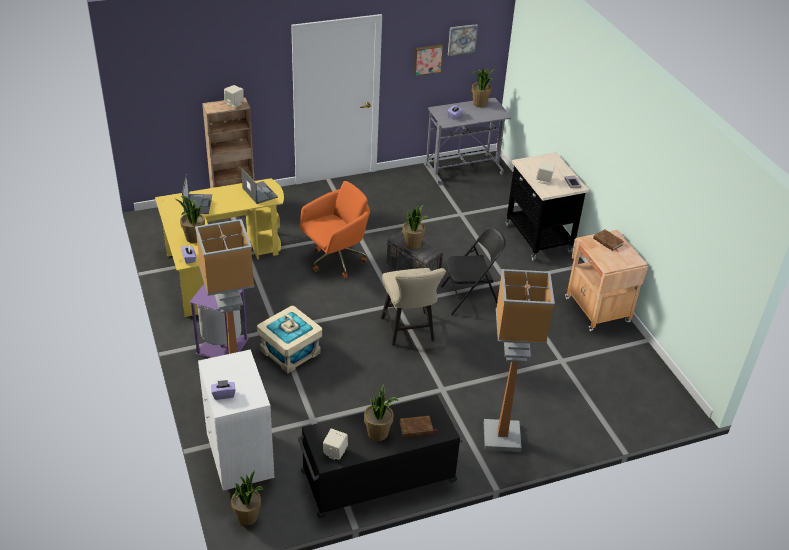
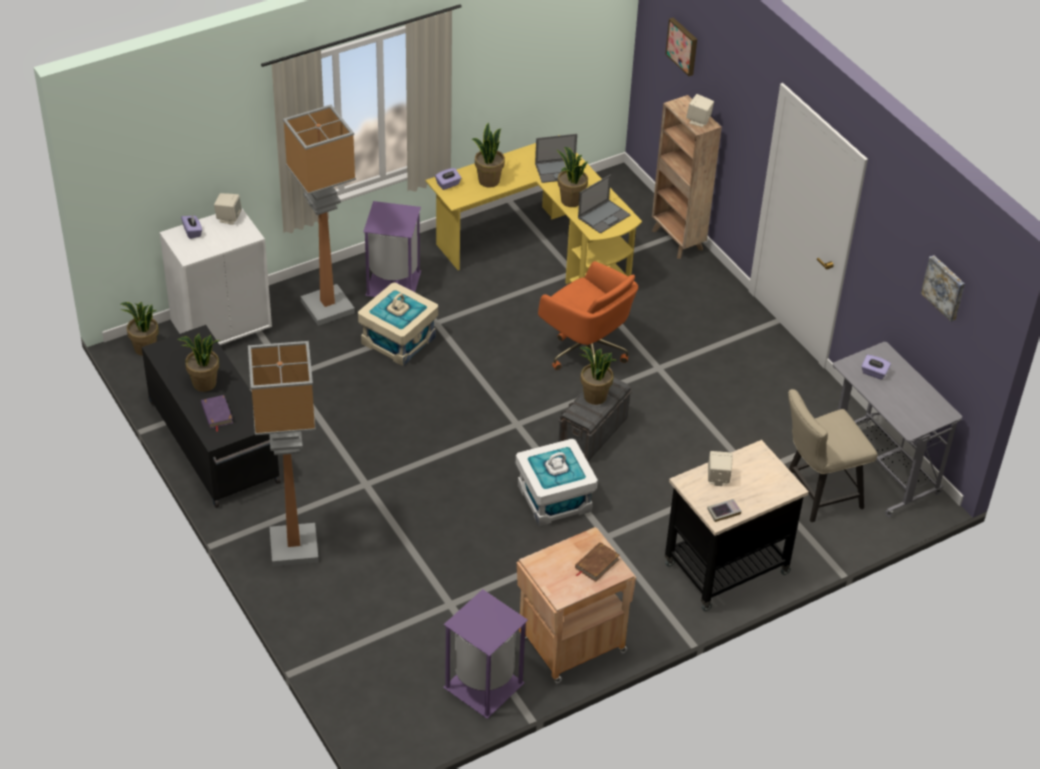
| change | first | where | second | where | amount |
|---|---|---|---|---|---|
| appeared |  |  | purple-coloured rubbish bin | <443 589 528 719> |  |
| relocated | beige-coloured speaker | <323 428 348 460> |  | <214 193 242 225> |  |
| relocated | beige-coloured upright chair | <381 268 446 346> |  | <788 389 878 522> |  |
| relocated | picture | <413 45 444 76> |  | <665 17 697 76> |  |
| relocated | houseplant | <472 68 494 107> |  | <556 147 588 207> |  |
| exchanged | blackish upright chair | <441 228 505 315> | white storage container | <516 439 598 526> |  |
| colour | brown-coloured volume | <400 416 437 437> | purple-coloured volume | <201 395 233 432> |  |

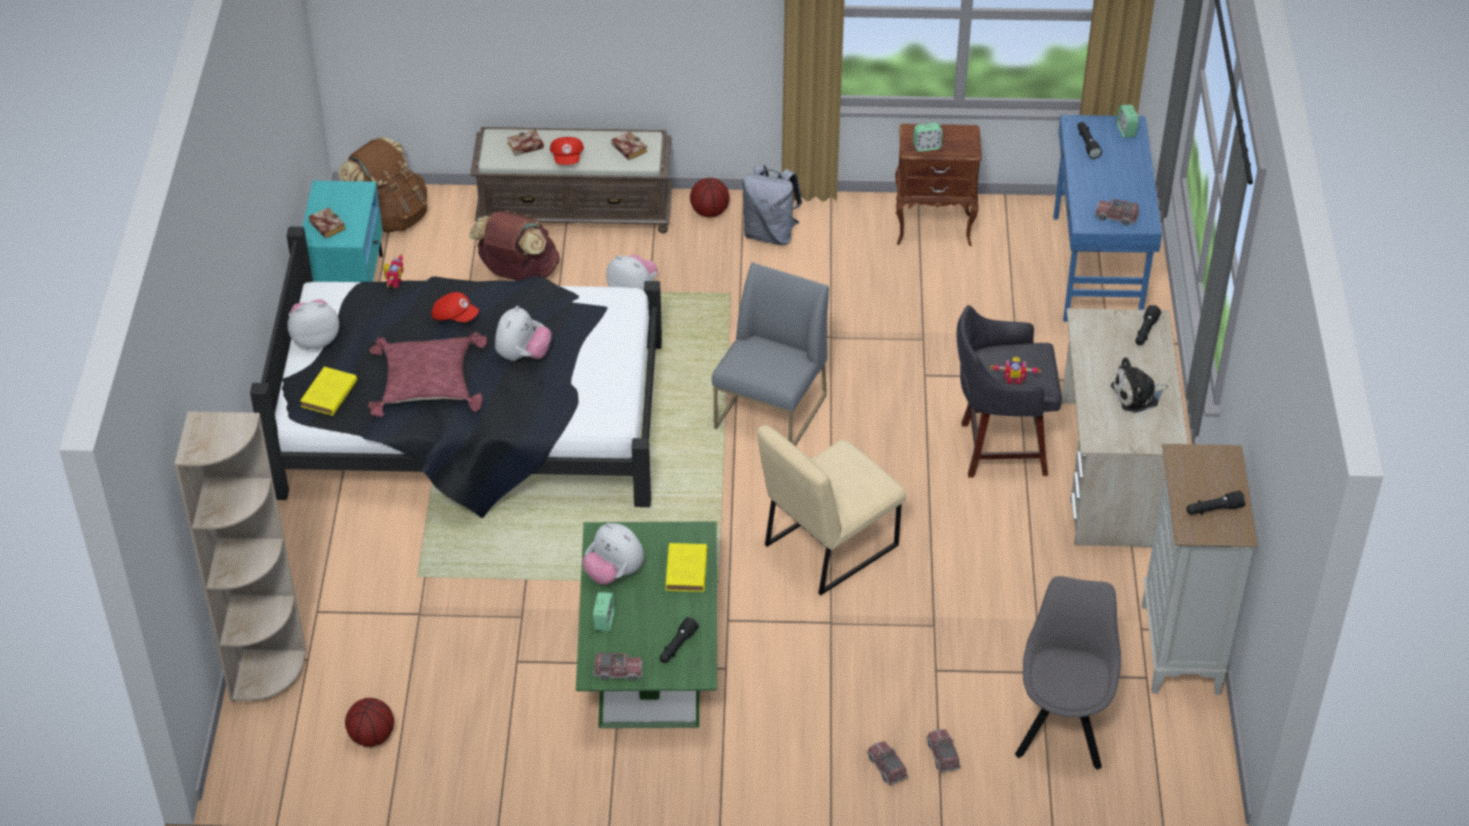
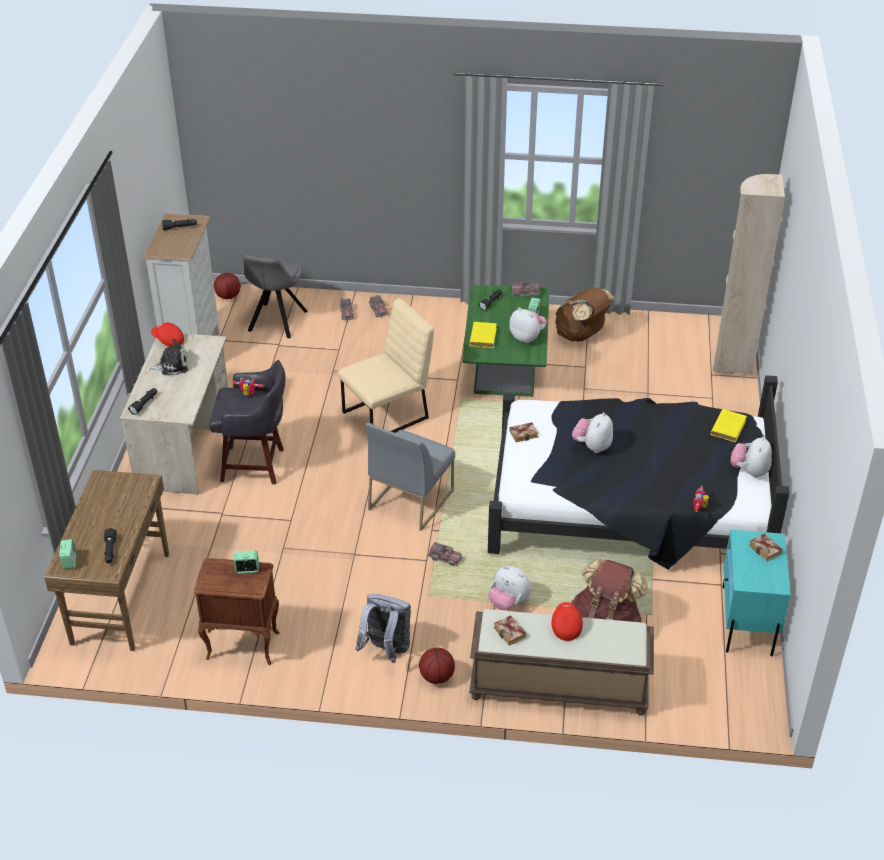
| change | first | where | second | where | amount |
|---|---|---|---|---|---|
| missing | reddish throw pillow | <368 331 487 417> |  |  |  |
| relocated | brown-coloured rucksack | <338 137 427 233> |  | <555 287 616 342> |  |
| relocated | basketball | <345 698 394 747> |  | <214 273 240 299> |  |
| relocated | reddish cap | <431 292 479 322> |  | <151 322 184 347> |  |
| relocated | volume | <507 130 544 156> |  | <509 422 539 442> |  |
| relocated | toy lorry | <1095 198 1140 226> |  | <428 542 462 566> |  |
| colour | blue console table | <1054 115 1162 322> | brown-coloured console table | <44 470 169 651> |  |
| spun | cuddly toy | <287 299 339 349> |  | <731 436 772 478> | 120 degrees clockwise |

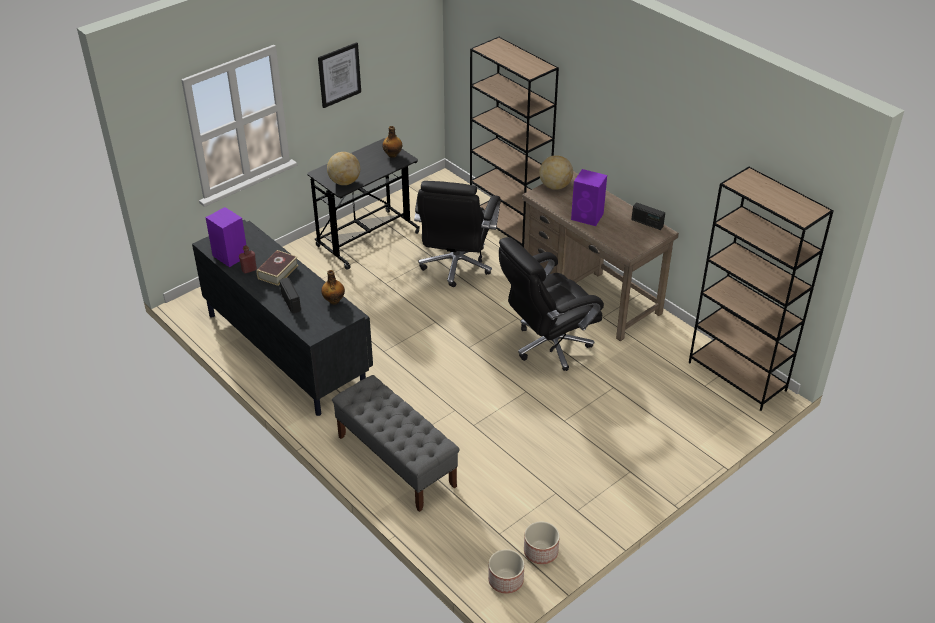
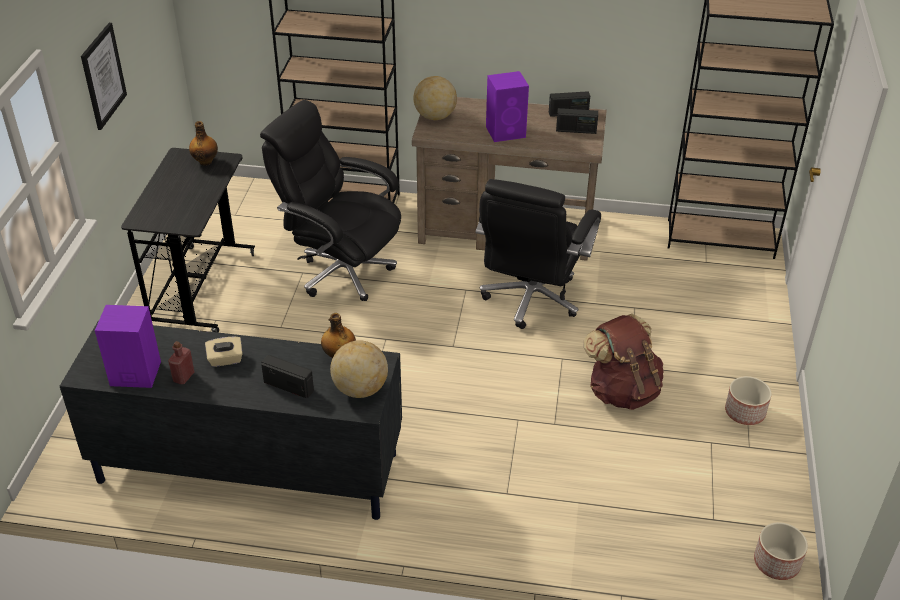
| change | first | where | second | where | amount |
|---|---|---|---|---|---|
| missing | gray bench | <332 375 460 512> |  |  |  |
| appeared |  |  | radio receiver | <556 108 598 134> |  |
| appeared |  |  | brown-coloured rucksack | <584 314 664 410> |  |
| relocated | desk globe | <327 152 360 185> |  | <330 340 388 398> |  |
| relocated | planter | <524 521 560 564> |  | <725 376 772 425> |  |
| exchanged | volume | <257 250 299 286> | beige-coloured box of tissues | <205 337 243 367> |  |
| spun | blackish desk chair | <414 181 501 287> |  | <260 100 401 301> | 150 degrees clockwise |

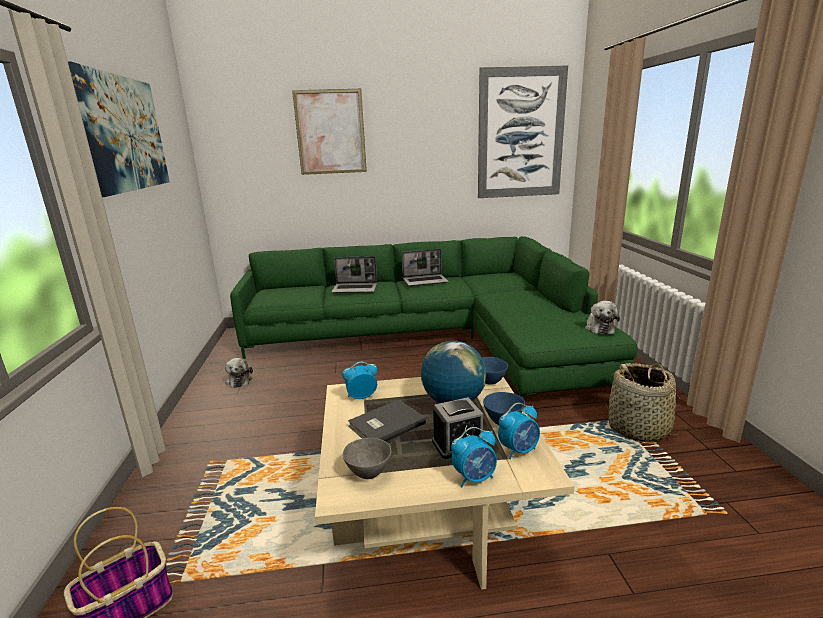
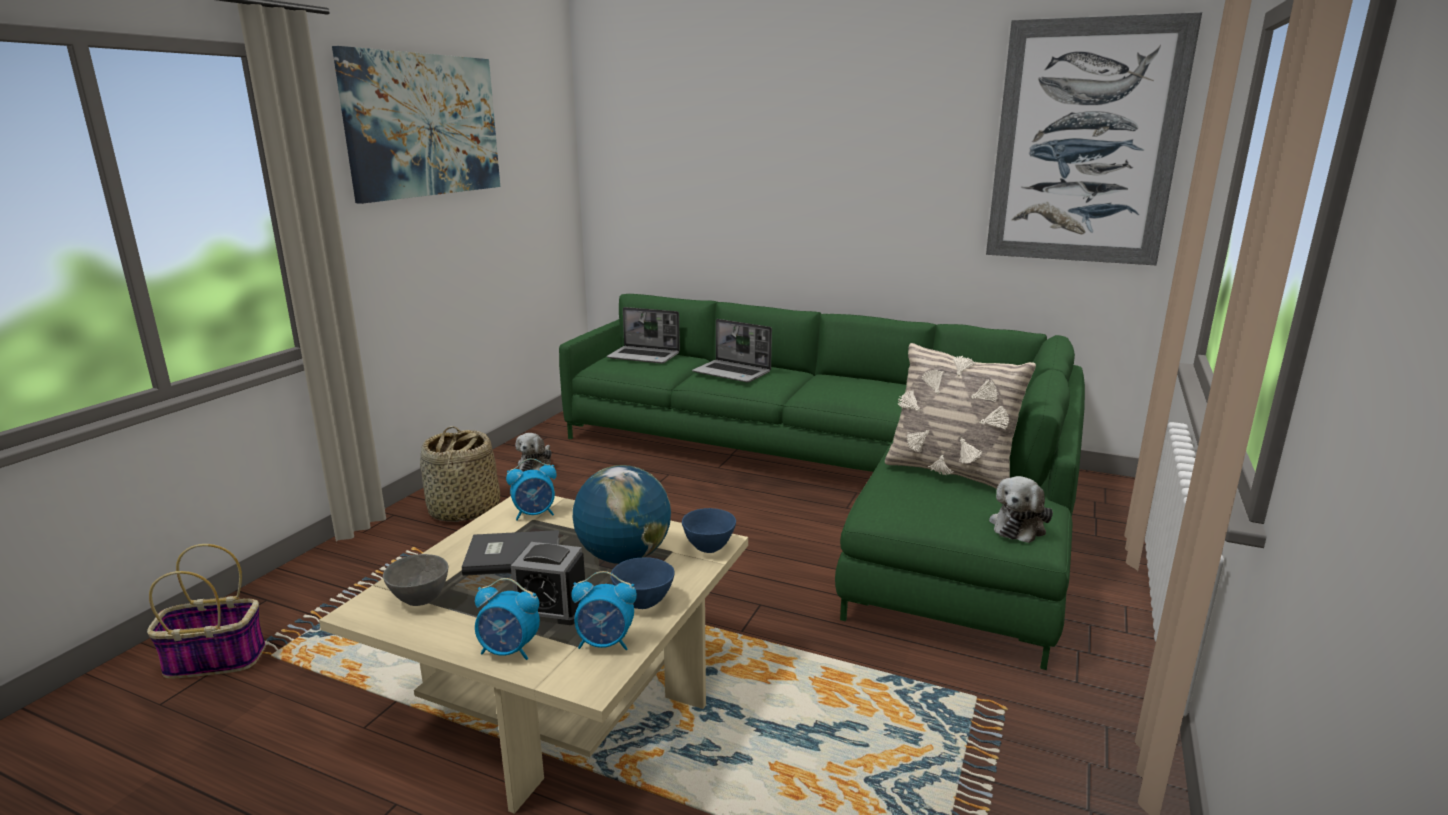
| change | first | where | second | where | amount |
|---|---|---|---|---|---|
| missing | picture | <292 89 367 175> |  |  |  |
| appeared |  |  | beige-coloured throw pillow | <885 343 1036 489> |  |
| relocated | laptop | <402 249 449 286> |  | <607 307 680 364> |  |
| relocated | household basket | <605 363 687 442> |  | <420 426 500 522> |  |
| spun | bedside clock | <342 362 377 399> |  | <506 458 557 521> | 150 degrees clockwise |

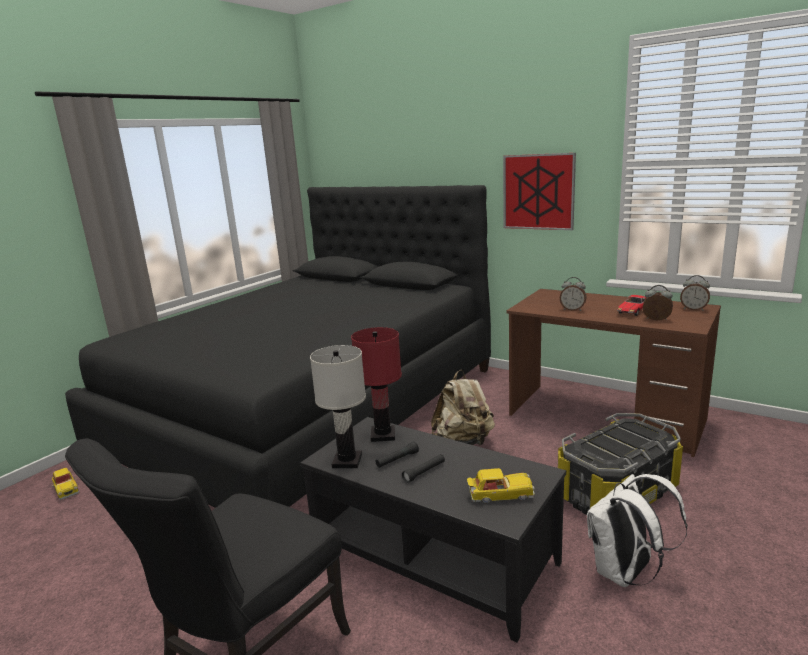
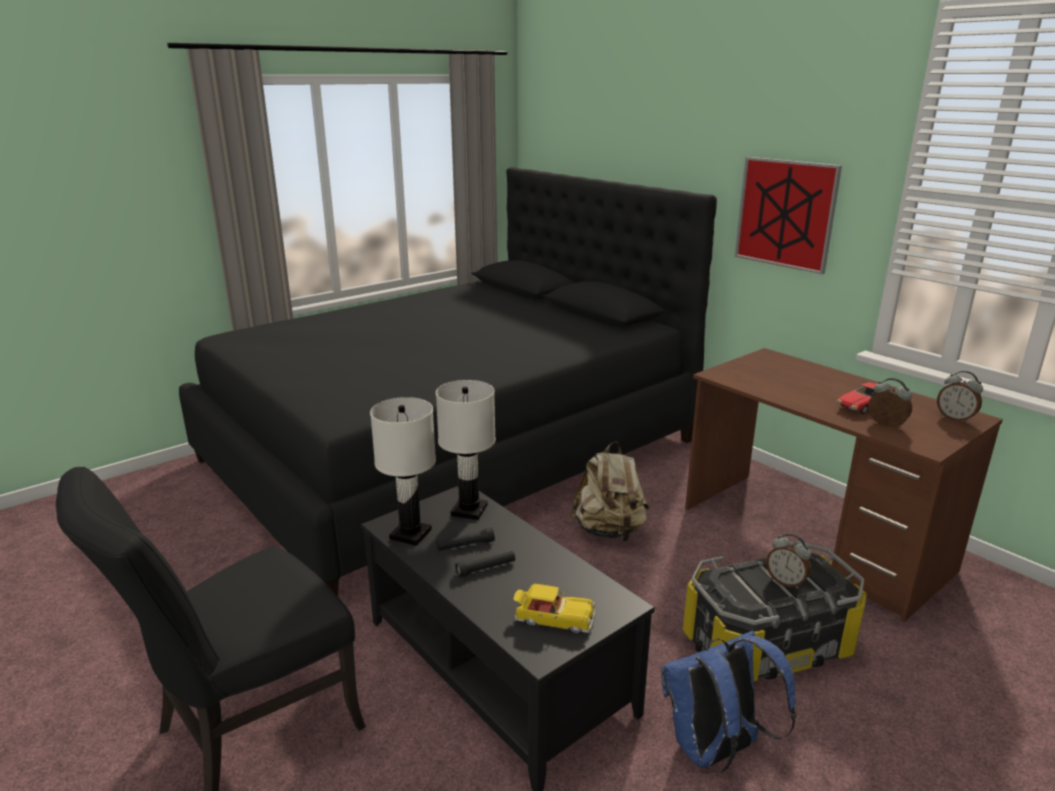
| change | first | where | second | where | amount |
|---|---|---|---|---|---|
| missing | miniature car | <52 468 79 500> |  |  |  |
| relocated | bedside clock | <560 277 587 311> |  | <766 533 811 589> |  |
| colour | reddish table lamp | <351 327 402 442> | white table lamp | <436 380 496 520> |  |
| colour | white rucksack | <587 474 687 587> | blue rucksack | <662 631 796 773> |  |

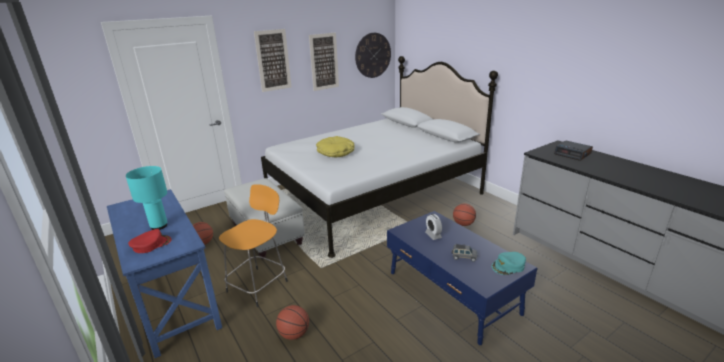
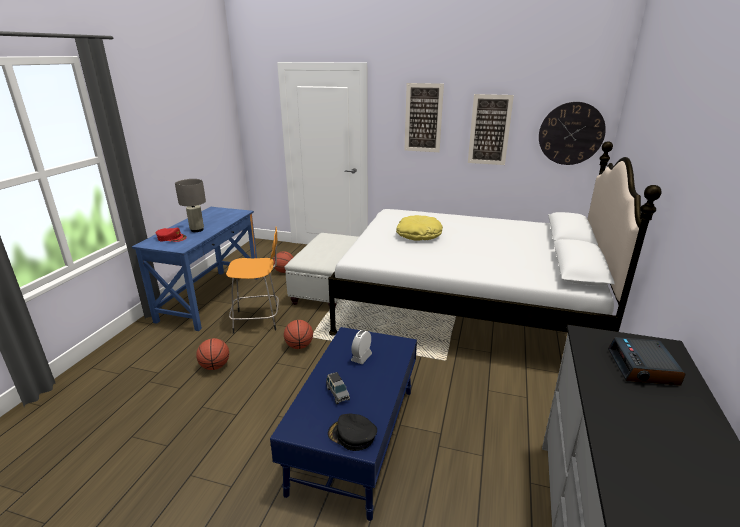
| change | first | where | second | where | amount |
|---|---|---|---|---|---|
| relocated | basketball | <453 204 476 226> |  | <284 320 313 349> |  |
| colour | turquoise-coloured table lamp | <126 166 167 230> | gray table lamp | <175 179 206 232> |  |
| colour | turquoise-coloured cap | <491 252 526 275> | blackish cap | <328 414 377 451> |  |

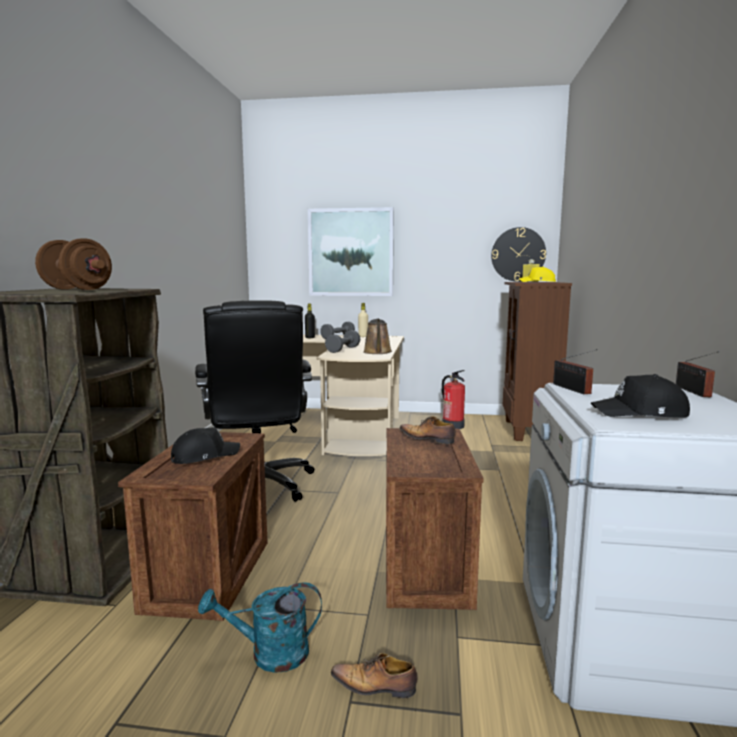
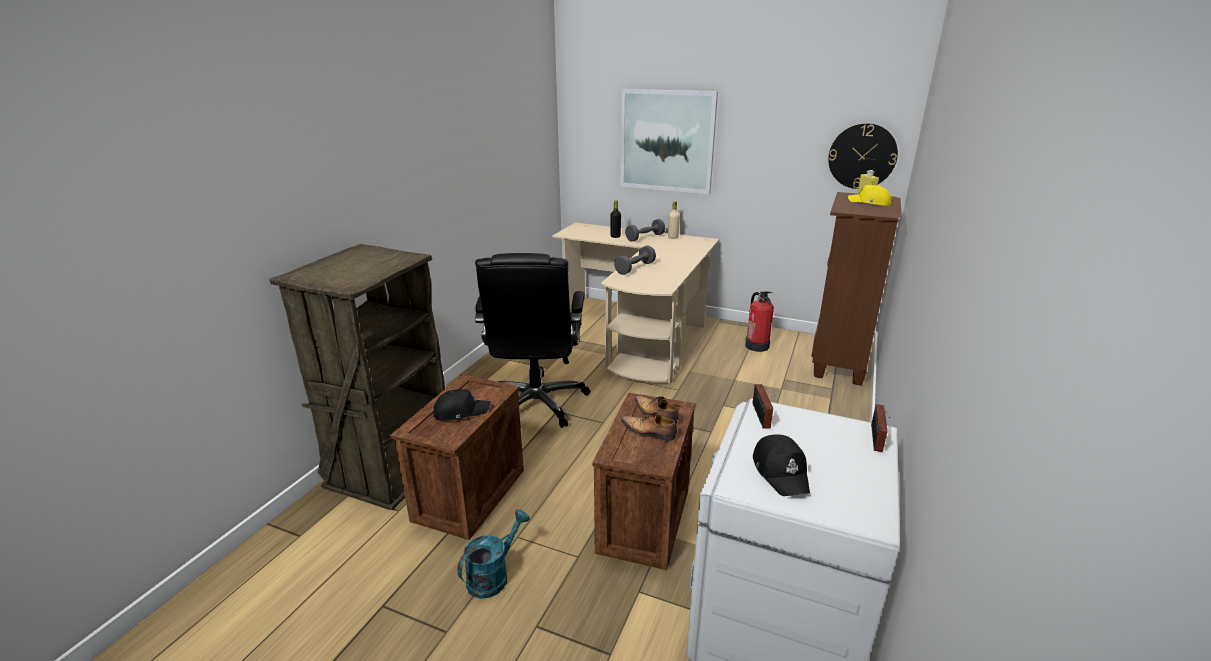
| change | first | where | second | where | amount |
|---|---|---|---|---|---|
| missing | brown-coloured free weight | <35 238 112 290> |  |  |  |
| missing | brown-coloured watering pot | <363 318 392 354> |  |  |  |
| relocated | item of footwear | <331 652 418 698> |  | <621 412 677 441> |  |
| spun | turquoise-coloured watering pot | <198 582 322 673> |  | <457 509 530 599> | 120 degrees clockwise |
| spun | blackish cap | <591 374 690 418> |  | <753 434 810 496> | 120 degrees counterclockwise |

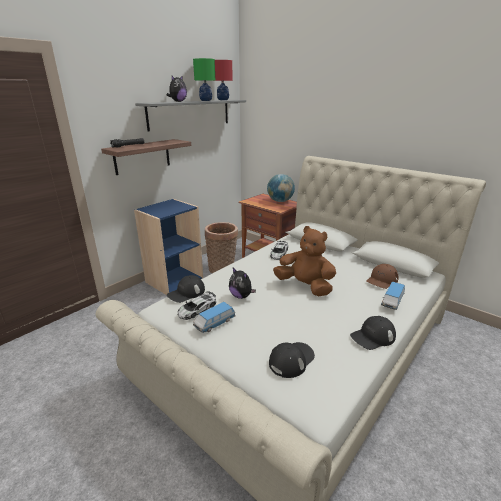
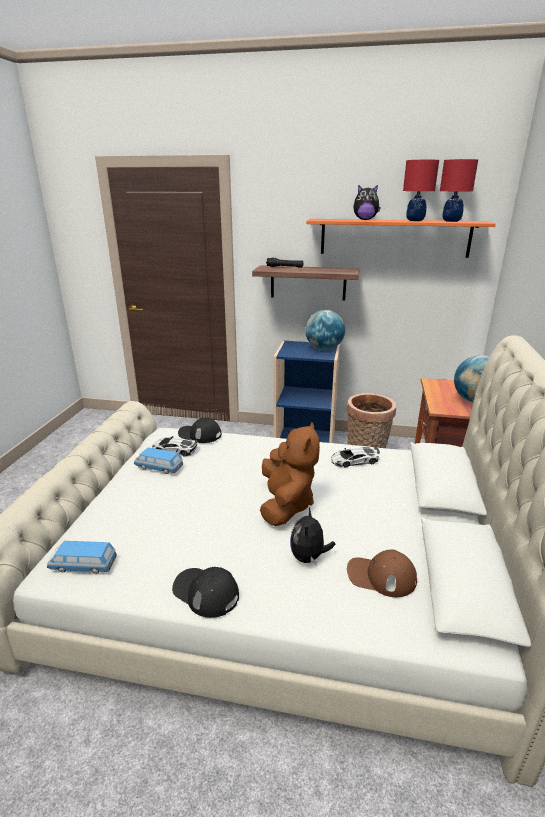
| change | first | where | second | where | amount |
|---|---|---|---|---|---|
| missing | blackish cap | <269 342 315 378> |  |  |  |
| appeared |  |  | desk globe | <305 310 345 350> |  |
| relocated | cuddly toy | <229 268 256 299> |  | <290 508 335 565> |  |
| relocated | miniature car | <381 282 405 310> |  | <47 541 117 574> |  |
| colour | gray bracket shelf | <135 100 246 131> | orange-coloured bracket shelf | <306 219 496 258> |  |
| colour | greenish table lamp | <193 58 215 101> | reddish table lamp | <403 159 439 221> |  |

